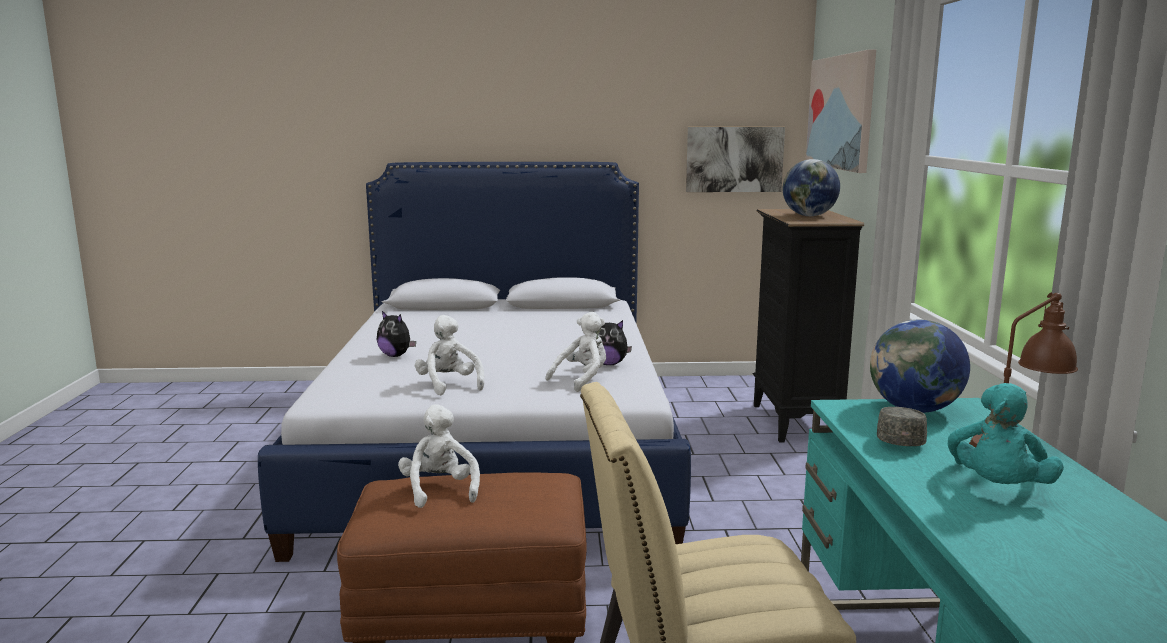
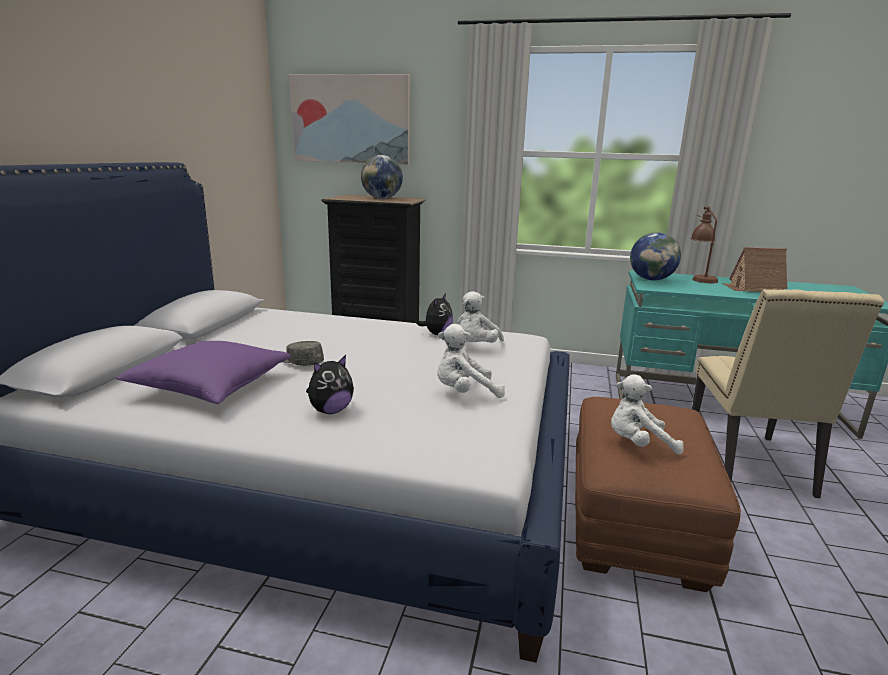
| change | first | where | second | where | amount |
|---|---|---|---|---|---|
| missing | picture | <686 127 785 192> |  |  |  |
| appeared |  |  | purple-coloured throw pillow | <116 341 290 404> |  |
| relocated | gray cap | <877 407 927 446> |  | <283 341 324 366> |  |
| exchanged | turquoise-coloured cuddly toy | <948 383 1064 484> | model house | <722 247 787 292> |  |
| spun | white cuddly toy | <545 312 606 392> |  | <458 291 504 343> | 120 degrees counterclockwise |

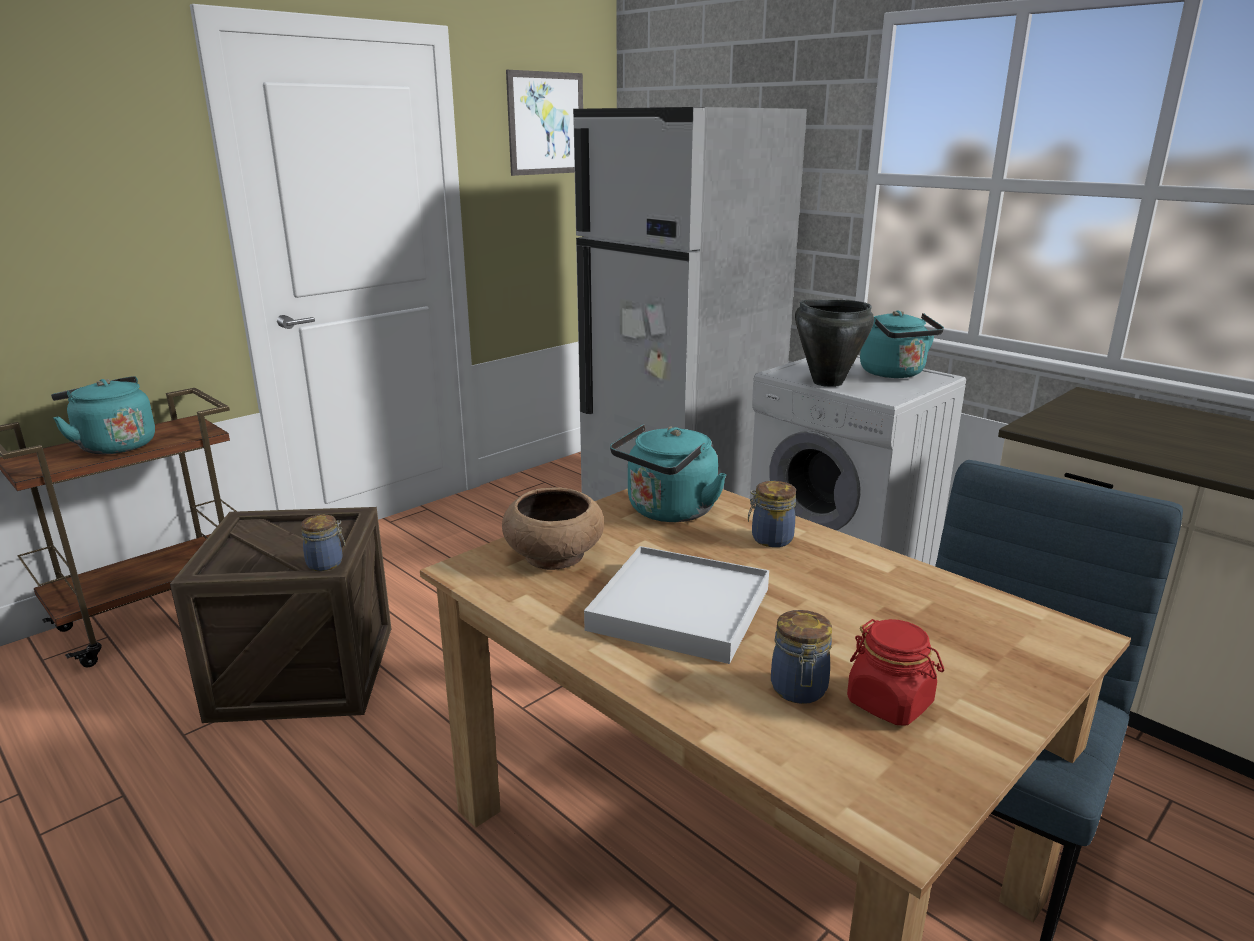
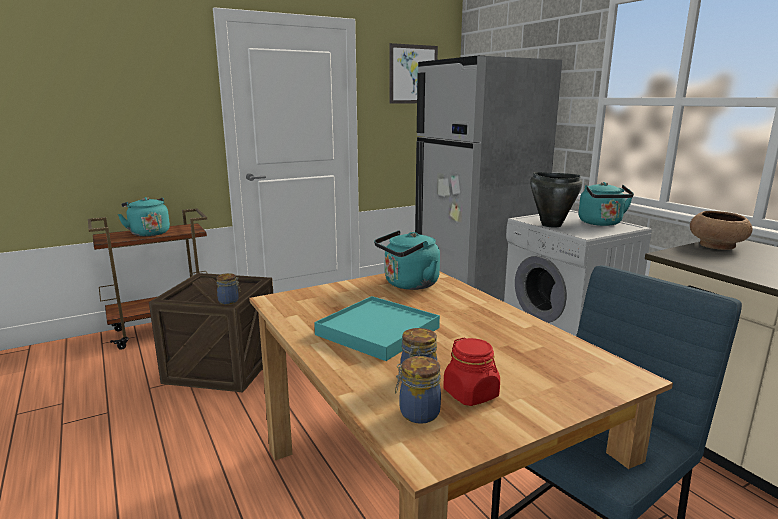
| change | first | where | second | where | amount |
|---|---|---|---|---|---|
| relocated | brown-coloured bowl | <502 487 604 570> |  | <690 211 753 250> |  |
| relocated | jar | <748 481 796 547> |  | <395 356 441 424> |  |
| colour | white tray | <584 546 769 664> | turquoise-coloured tray | <314 296 440 361> |  |

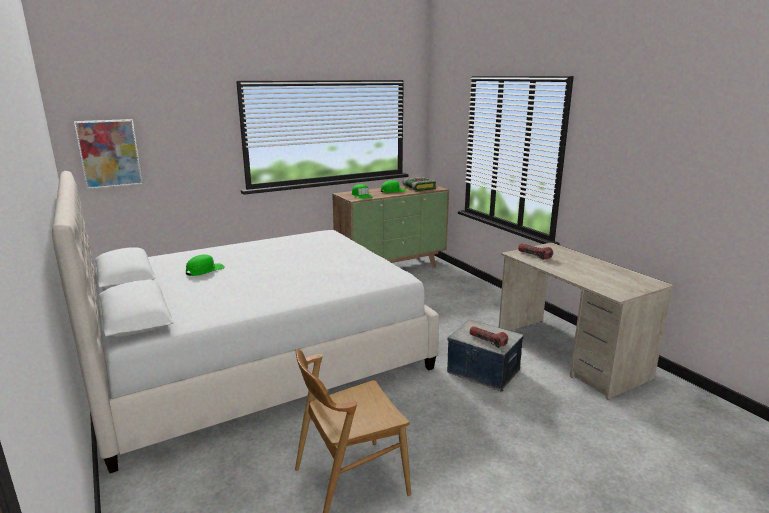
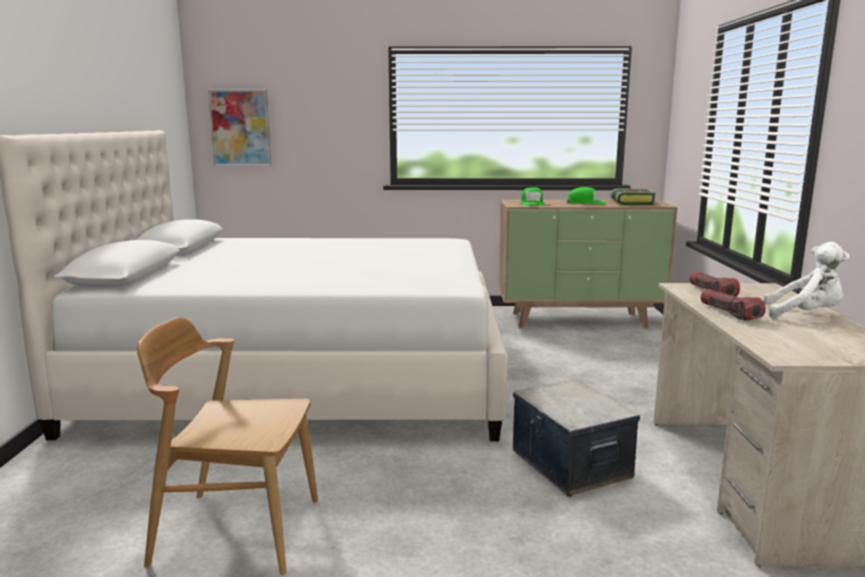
| change | first | where | second | where | amount |
|---|---|---|---|---|---|
| missing | greenish cap | <186 254 225 276> |  |  |  |
| appeared |  |  | white cuddly toy | <763 242 850 319> |  |
| relocated | hand torch | <469 326 508 348> |  | <700 289 766 320> |  |

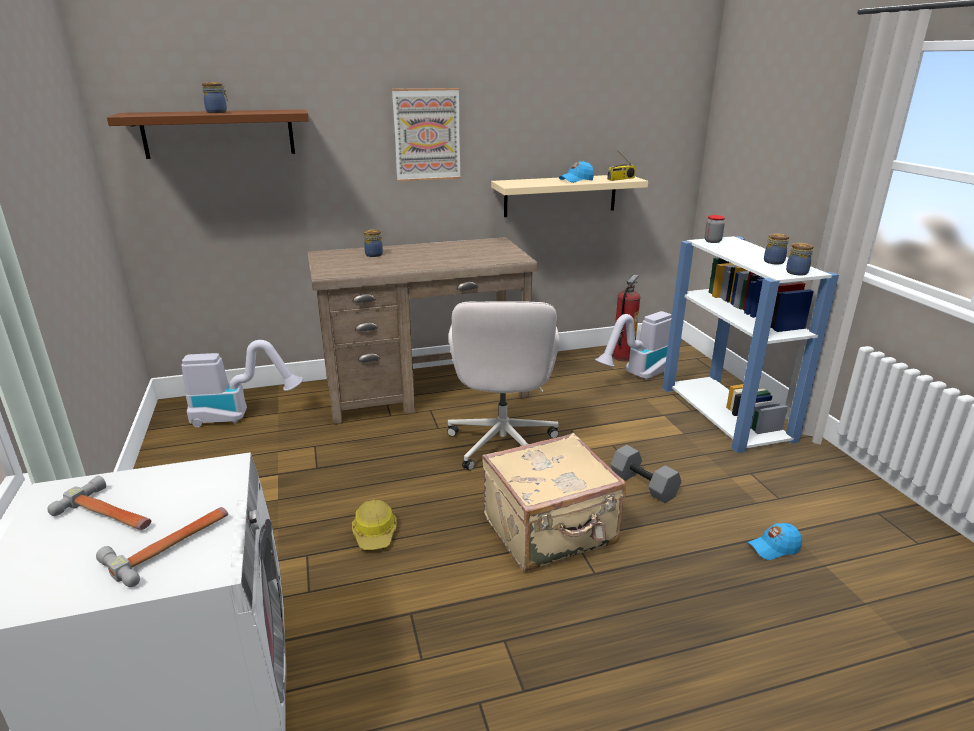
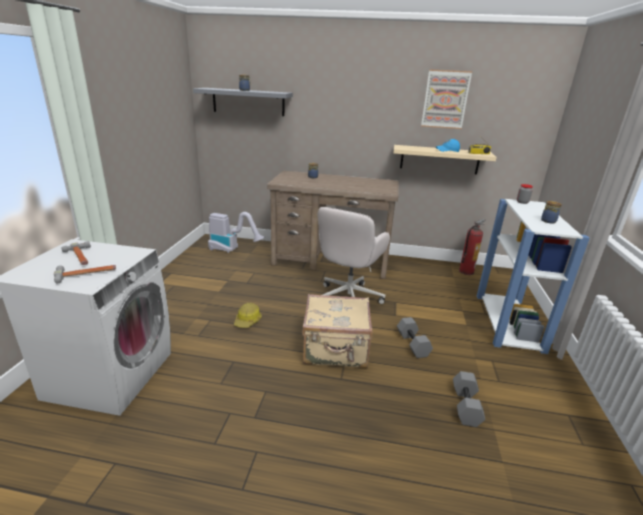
| change | first | where | second | where | amount |
|---|---|---|---|---|---|
| missing | hoover | <595 311 671 380> |  |  |  |
| missing | jar | <786 243 814 276> |  |  |  |
| relocated | picture | <392 88 461 182> |  | <421 69 472 129> |  |
| exchanged | blue cap | <748 523 802 560> | gray free weight | <453 371 485 427> |  |
| colour | brown-coloured bracket shelf | <107 109 309 159> | gray bracket shelf | <193 88 293 116> |  |

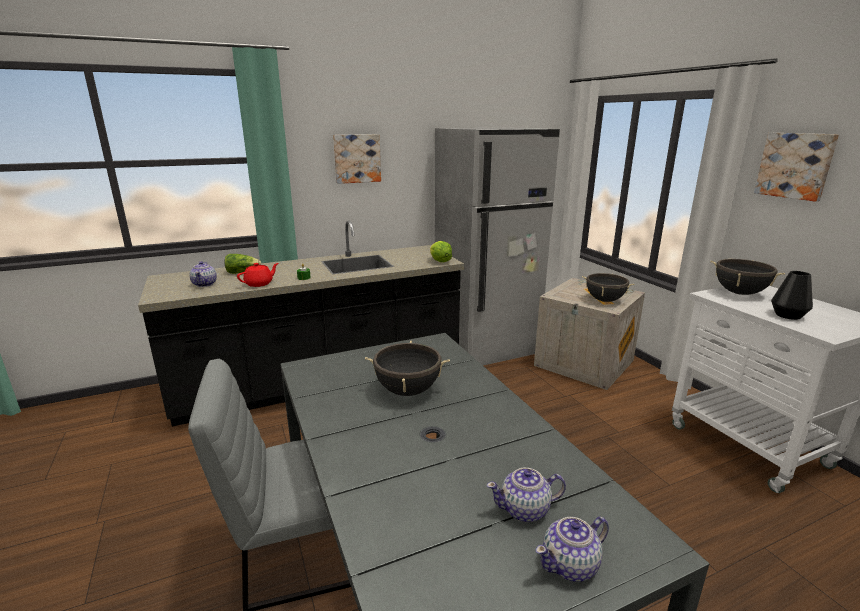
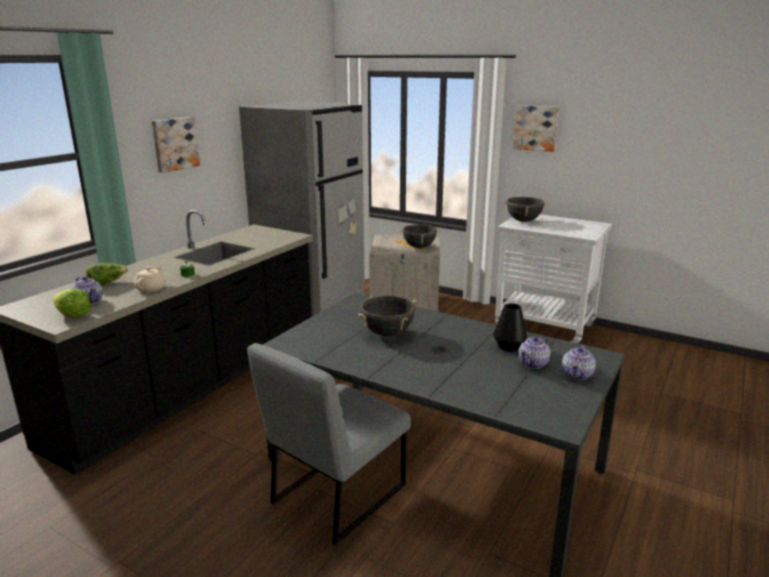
| change | first | where | second | where | amount |
|---|---|---|---|---|---|
| relocated | lettuce head | <430 241 452 262> |  | <53 289 91 318> |  |
| relocated | blackish decorative vase | <771 271 813 320> |  | <493 303 527 351> |  |
| colour | reddish tea pot | <237 263 278 287> | beige-coloured tea pot | <134 263 166 292> |  |

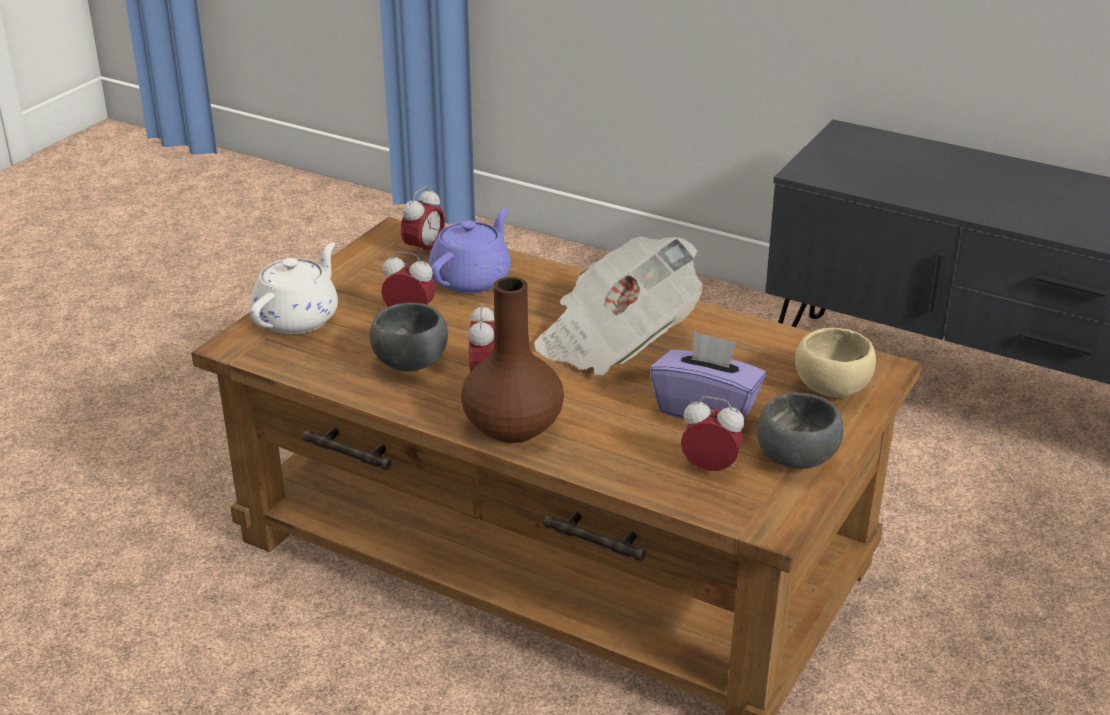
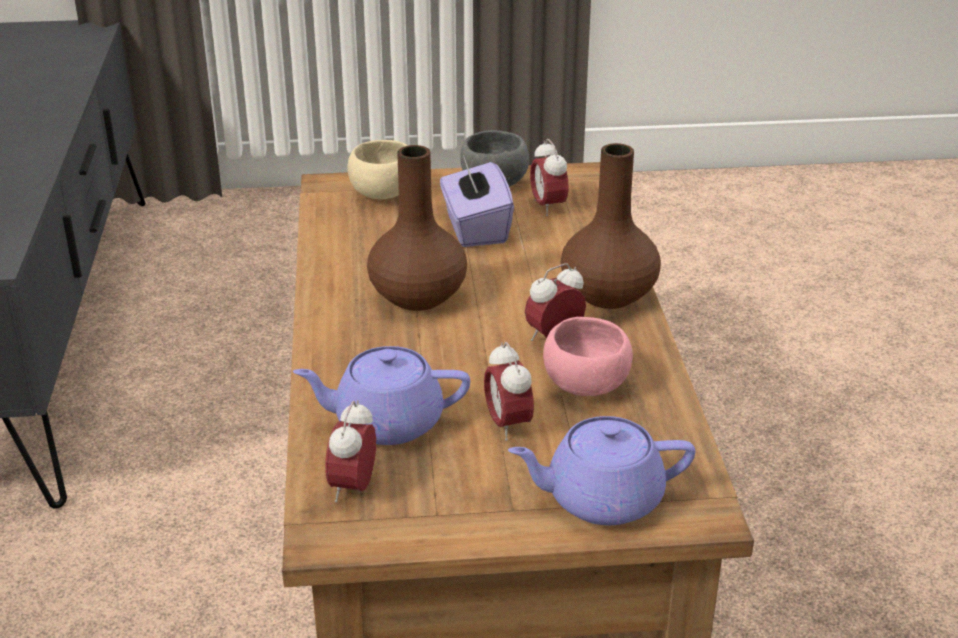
| change | first | where | second | where | amount |
|---|---|---|---|---|---|
| exchanged | printed paper | <534 236 702 375> | brown-coloured decorative vase | <367 145 467 311> |  |
| colour | white tea pot | <250 242 338 334> | purple-coloured tea pot | <508 416 695 525> |  |
| colour | gray bowl | <370 303 448 372> | pink bowl | <543 317 633 396> |  |
| spun | bedside clock | <401 186 445 260> |  | <325 400 376 502> | 75 degrees counterclockwise |

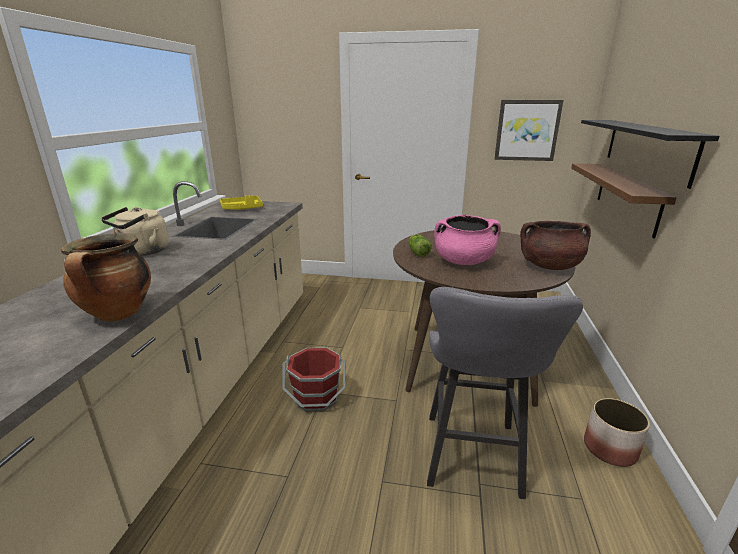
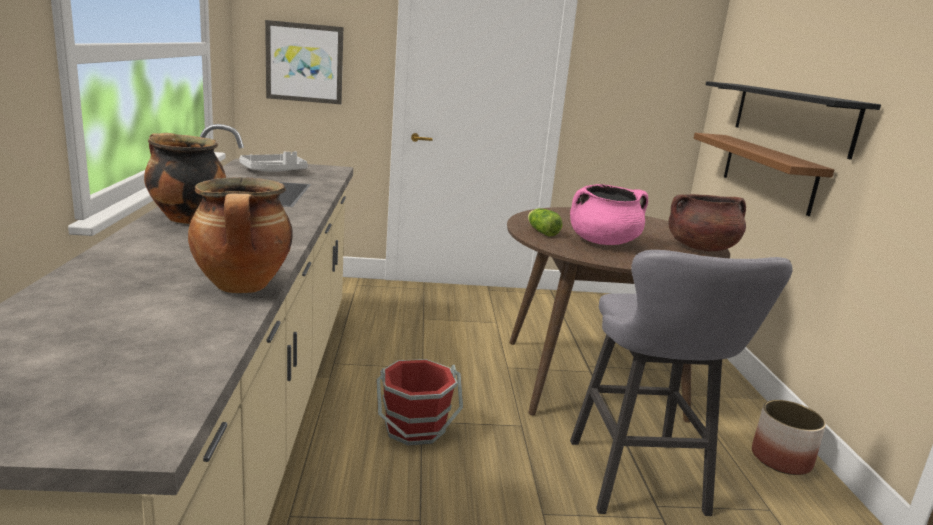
| change | first | where | second | where | amount |
|---|---|---|---|---|---|
| relocated | picture | <494 100 564 161> |  | <265 20 343 104> |  |
| exchanged | beige-coloured tea kettle | <101 207 169 256> | stockpot | <144 133 226 224> |  |
| colour | yellow tray | <220 195 263 210> | gray tray | <239 151 308 172> |  |

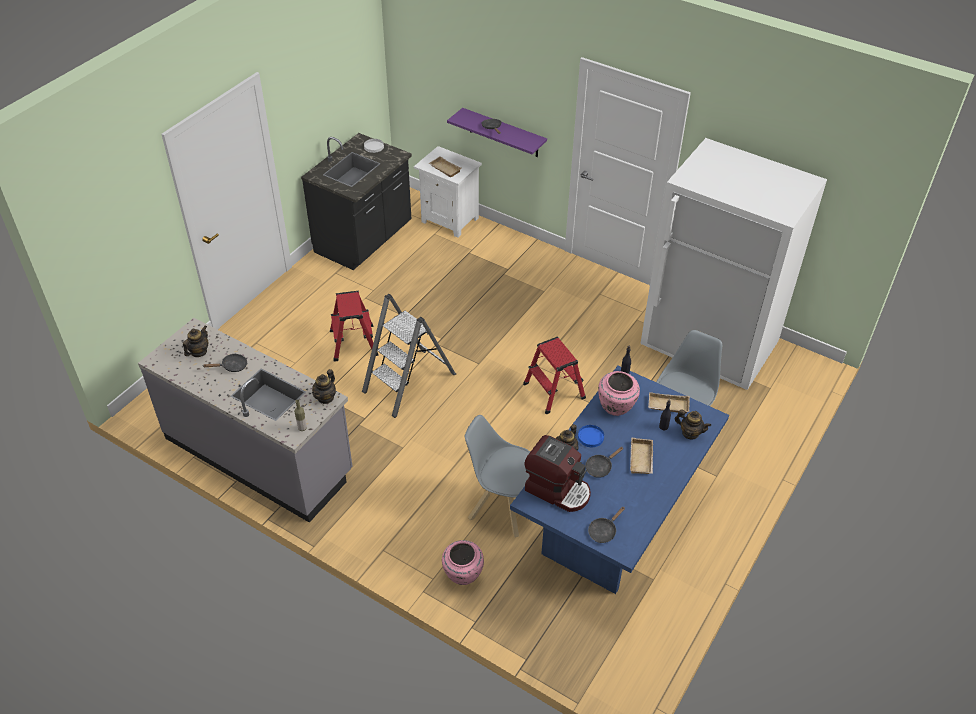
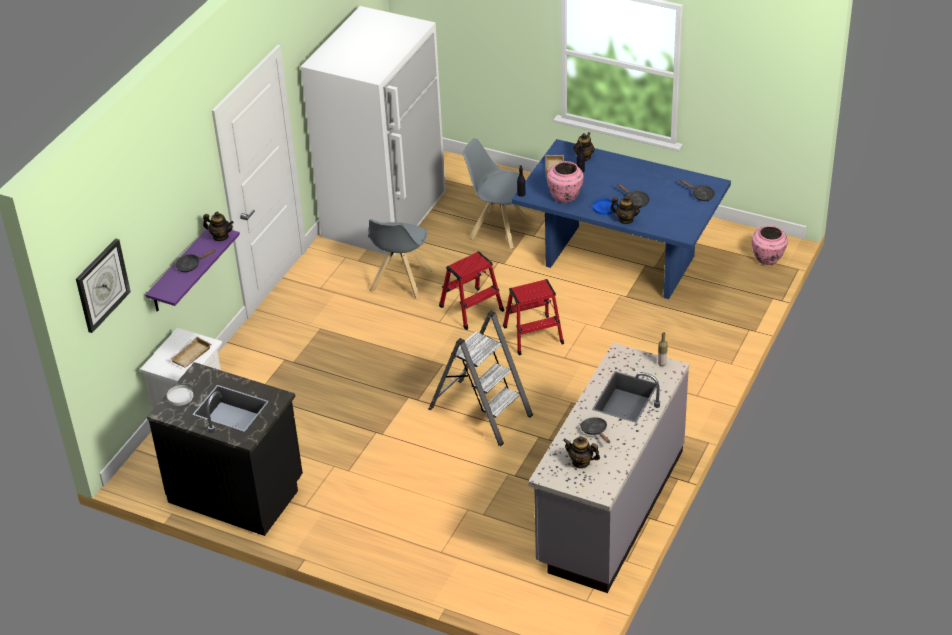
| change | first | where | second | where | amount |
|---|---|---|---|---|---|
| missing | coffee brewer | <524 435 591 512> |  |  |  |
| missing | beige-coloured tray | <630 438 653 474> |  |  |  |
| appeared |  |  | clock on the wall | <76 239 131 333> |  |
| relocated | tea pot | <312 369 336 404> |  | <203 212 234 241> |  |
| relocated | reddish step ladder | <330 291 379 362> |  | <503 279 564 355> |  |
| relocated | pink decorative vase | <442 540 484 585> |  | <752 226 788 265> |  |
| relocated | gray upright chair | <465 415 530 537> |  | <368 219 433 299> |  |

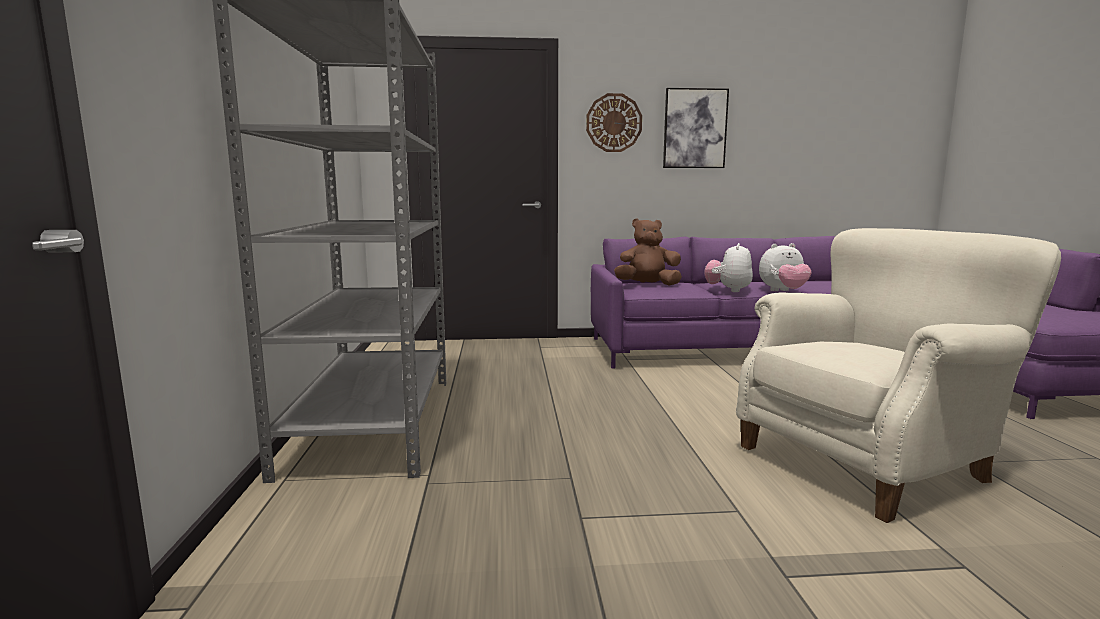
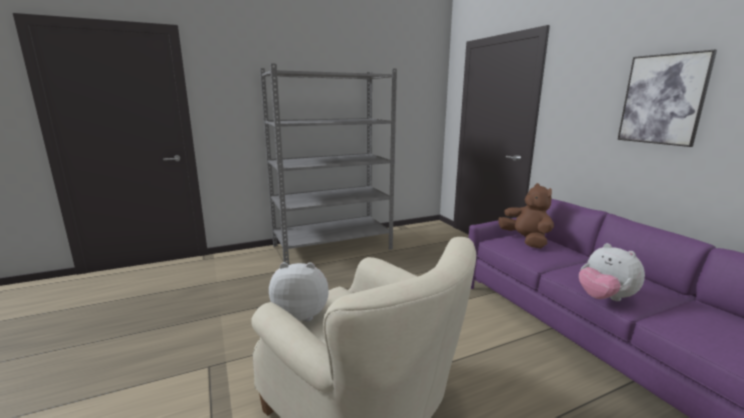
| change | first | where | second | where | amount |
|---|---|---|---|---|---|
| missing | clock on the wall | <586 93 642 152> |  |  |  |
| relocated | cuddly toy | <705 243 753 292> |  | <269 262 329 322> |  |

